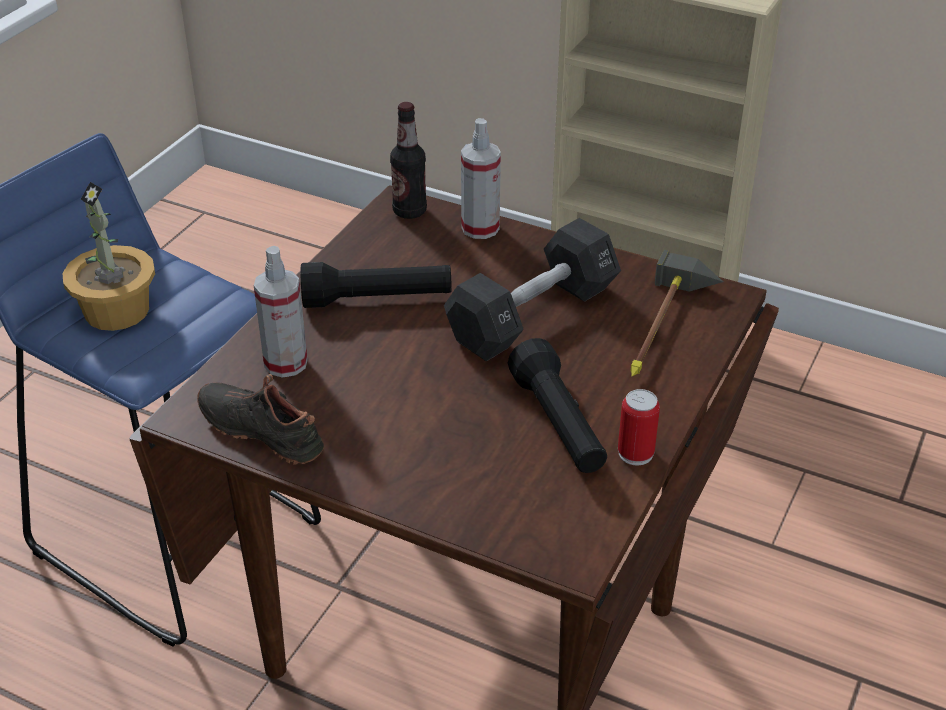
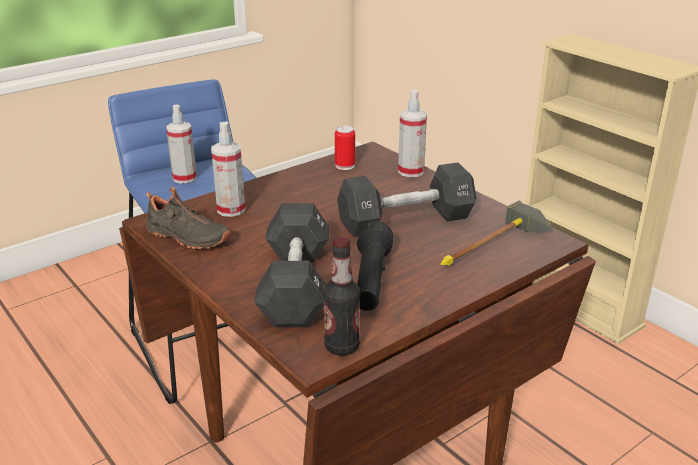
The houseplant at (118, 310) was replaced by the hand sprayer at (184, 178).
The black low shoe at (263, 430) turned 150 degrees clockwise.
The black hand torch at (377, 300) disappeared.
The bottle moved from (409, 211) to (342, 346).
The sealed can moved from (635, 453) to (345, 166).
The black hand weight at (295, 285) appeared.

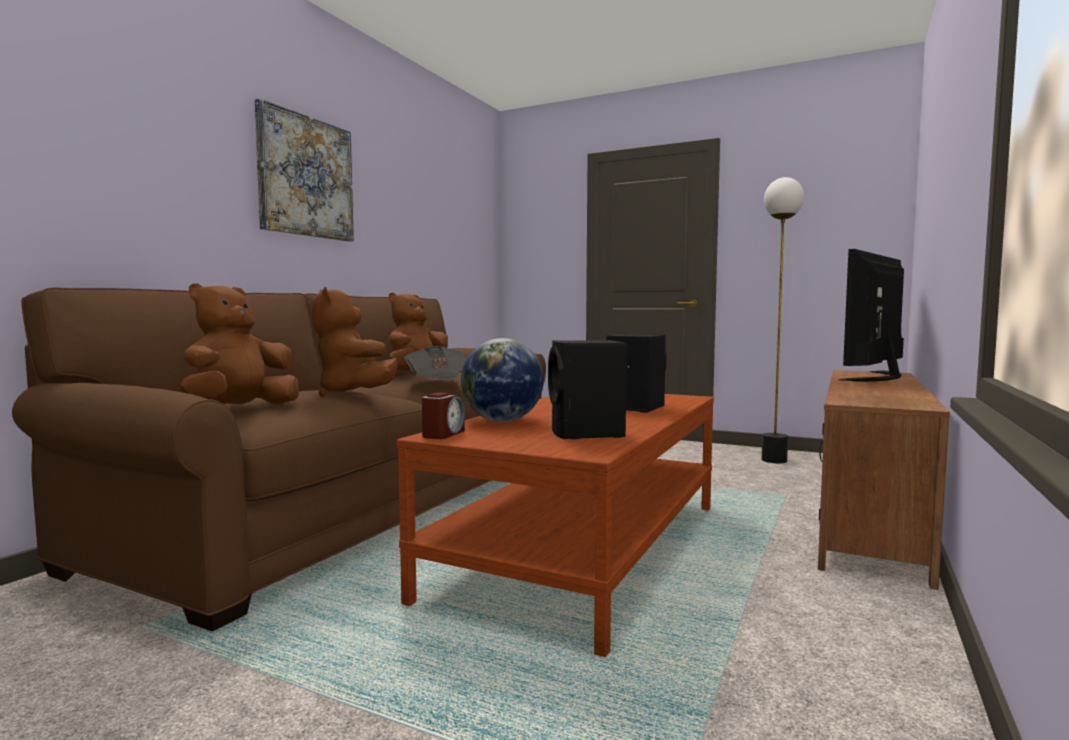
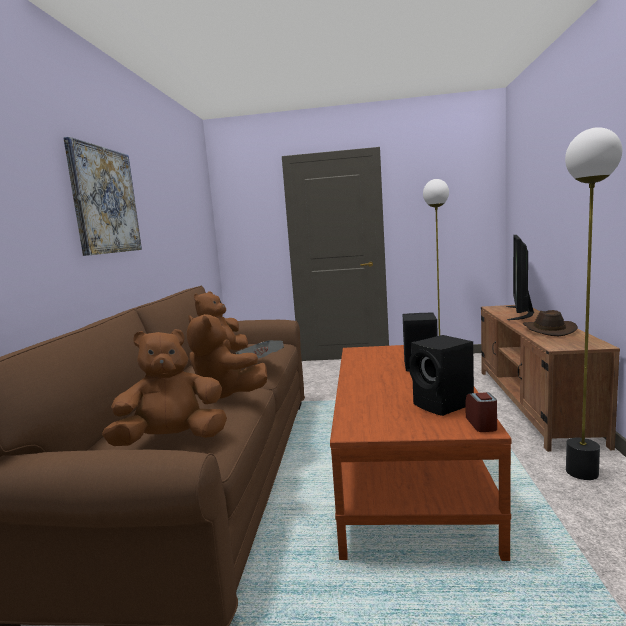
The brown plush toy at (239, 409) turned 60 degrees clockwise.
The bedside clock moved from (443, 434) to (481, 424).
The desk globe at (502, 421) disappeared.
The brown clothing hat at (547, 330) appeared.
The standing lamp at (581, 472) appeared.

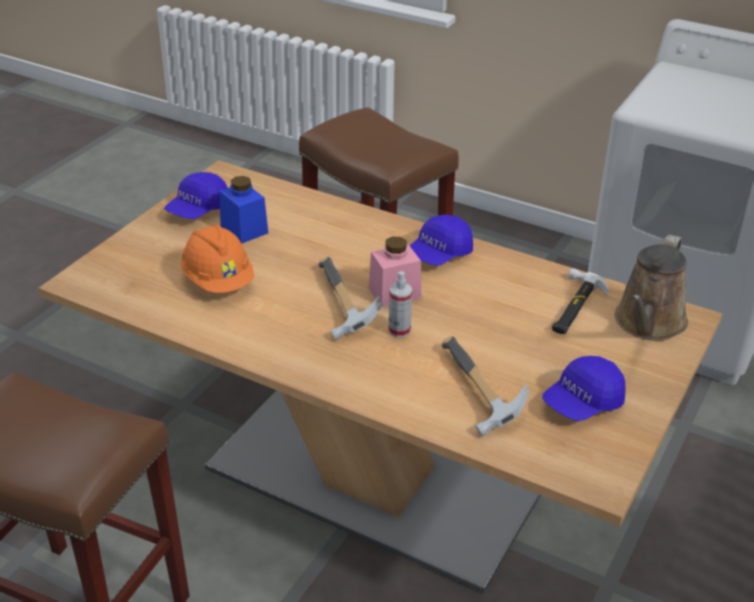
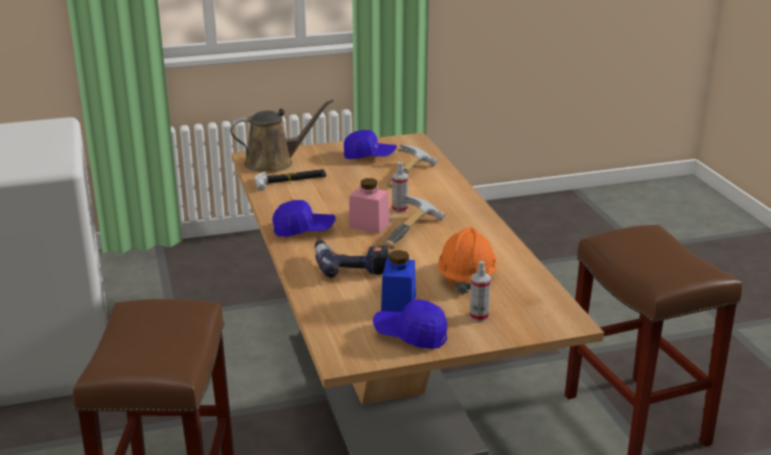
The blue-coloured peaked cap at (198, 210) turned 150 degrees counterclockwise.
The drill at (351, 266) appeared.
The hand sprayer at (479, 316) appeared.

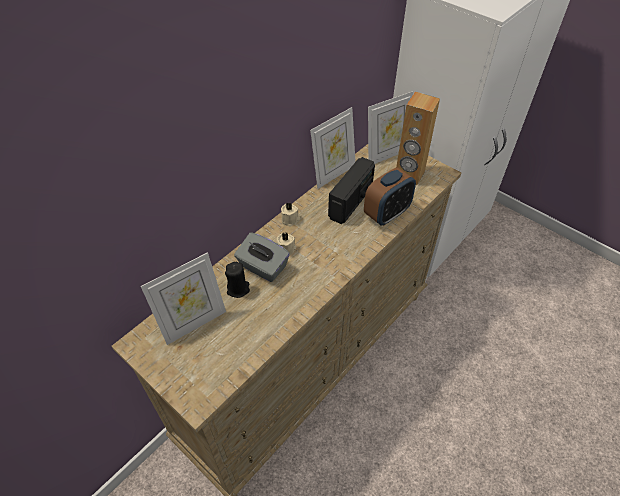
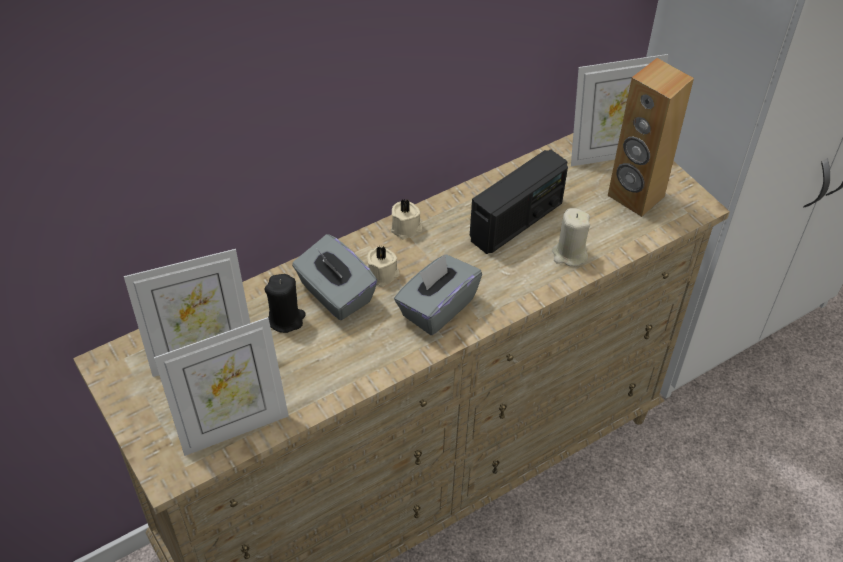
The standing frame moved from (333, 174) to (233, 426).
The bedside clock at (387, 214) was replaced by the beige-coloured wax light at (569, 254).
The grey box of tissues at (436, 308) appeared.

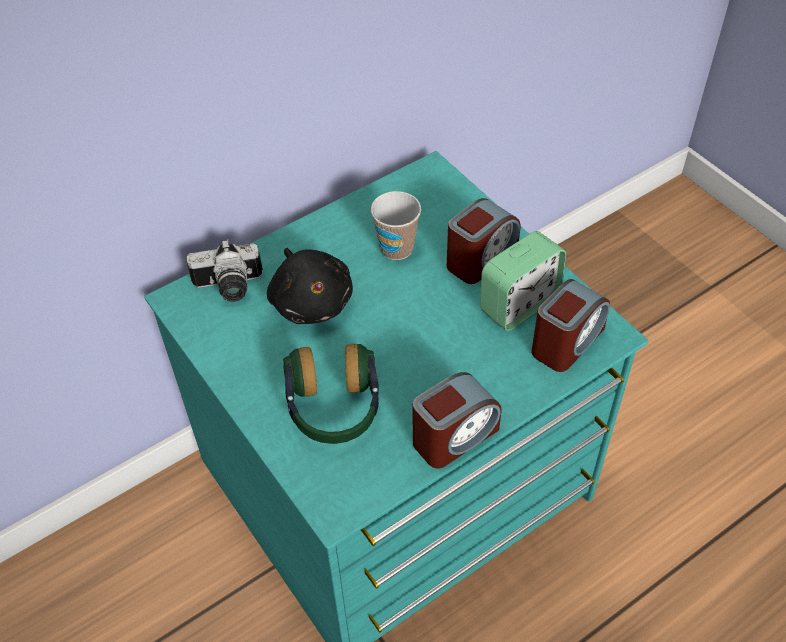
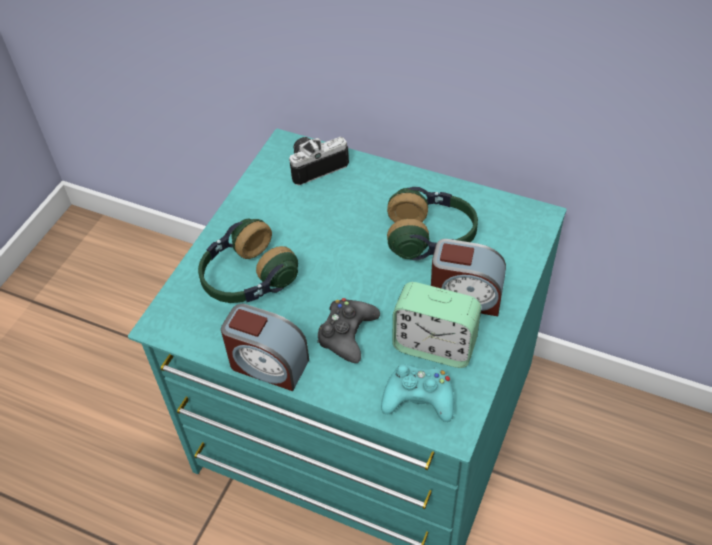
The photo camera at (229, 288) turned 105 degrees clockwise.
The black plush toy at (311, 301) disappeared.
The cup at (396, 248) was replaced by the headset at (431, 237).
The bedside clock at (566, 341) was replaced by the blue-green joypad at (419, 398).
The black joypad at (347, 334) appeared.

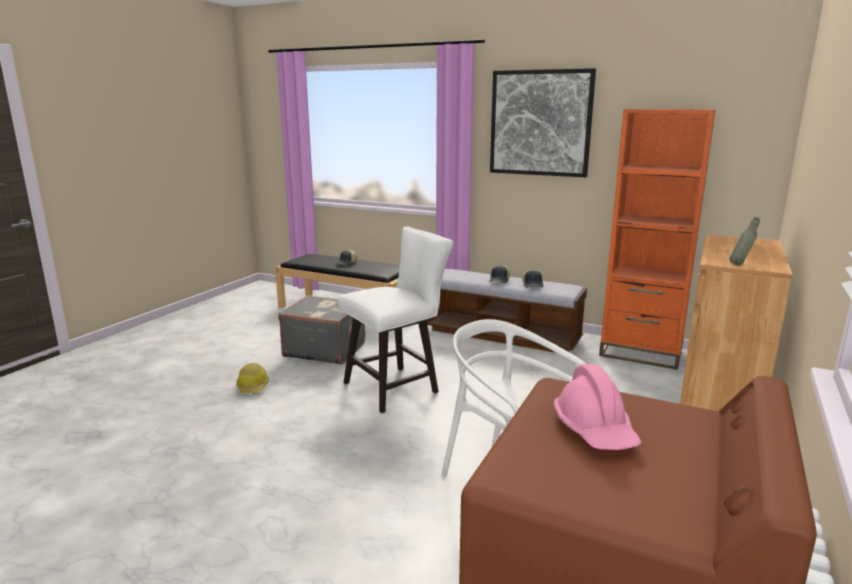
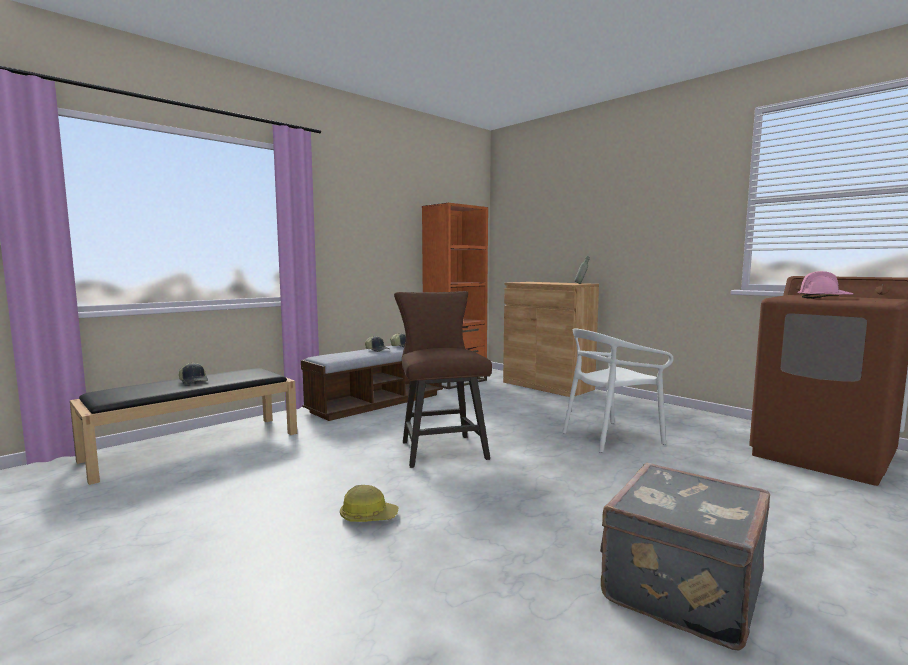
The grey piece of luggage moved from (325, 350) to (679, 587).
The white-coloured sitting stool at (397, 386) became the brown sitting stool at (440, 448).
The wall picture at (540, 123) disappeared.

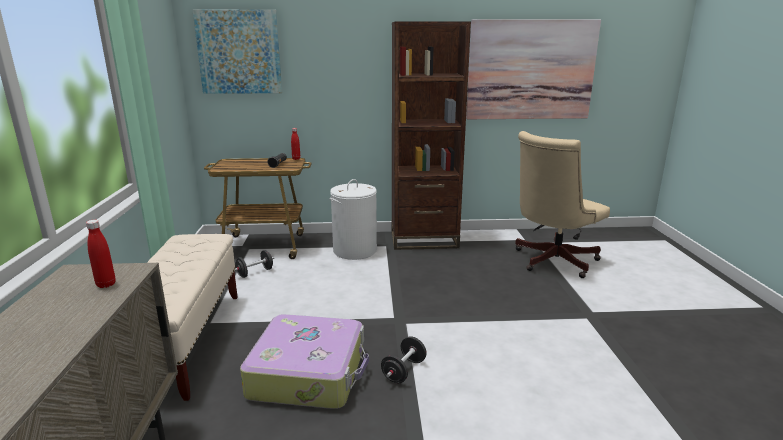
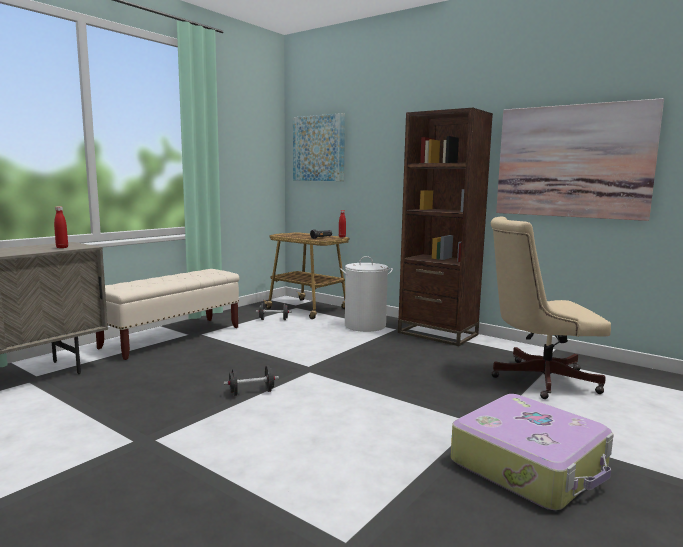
The piece of luggage moved from (309, 373) to (530, 465).

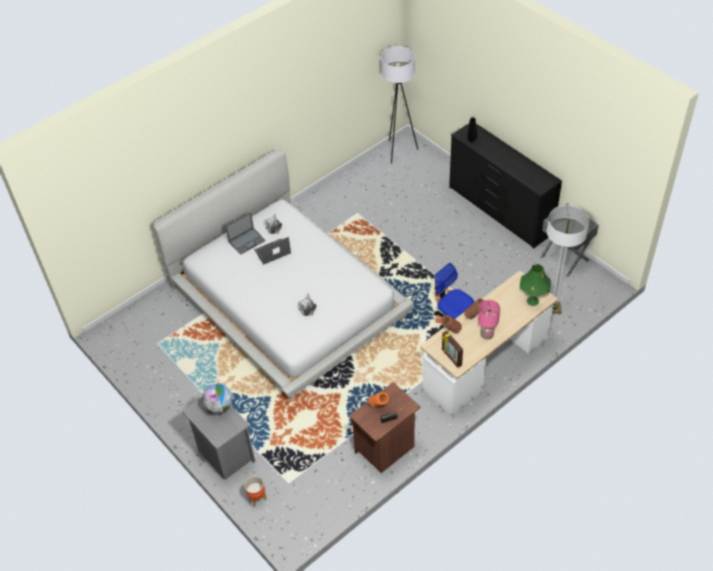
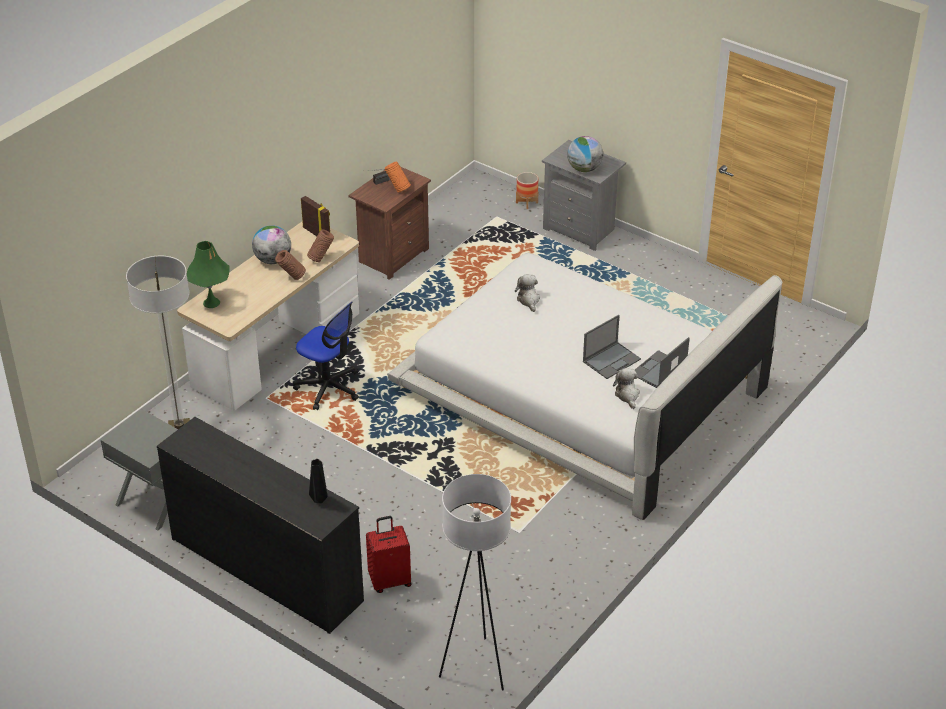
The pinkish tabletop lamp at (487, 335) was replaced by the desk globe at (273, 260).
The red-coloured piece of luggage at (390, 580) appeared.

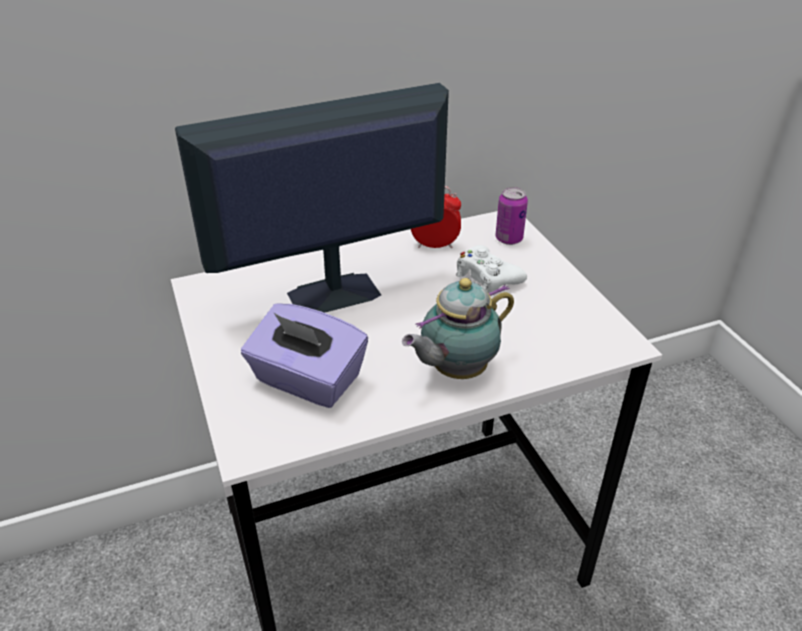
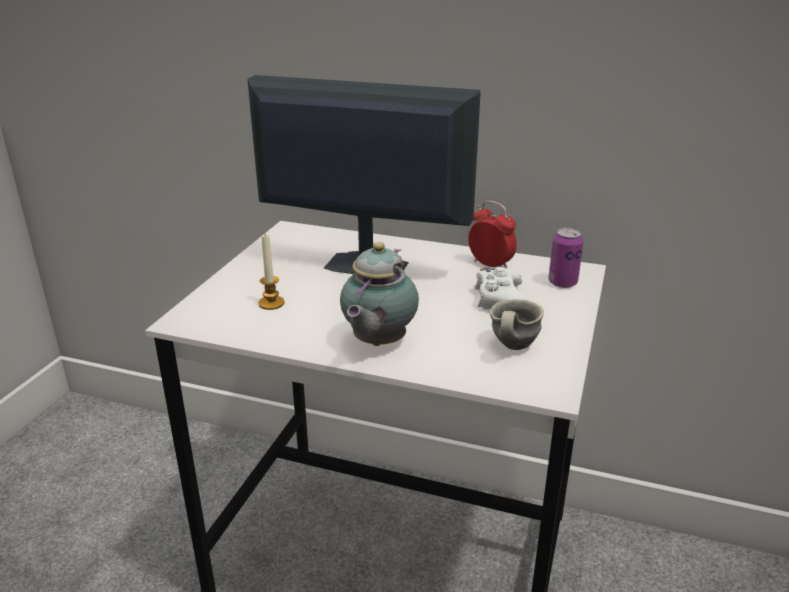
The purplish box of tissues at (307, 380) was replaced by the wax light at (271, 303).
The tea pot at (455, 371) turned 75 degrees counterclockwise.
The grey mug at (510, 347) appeared.

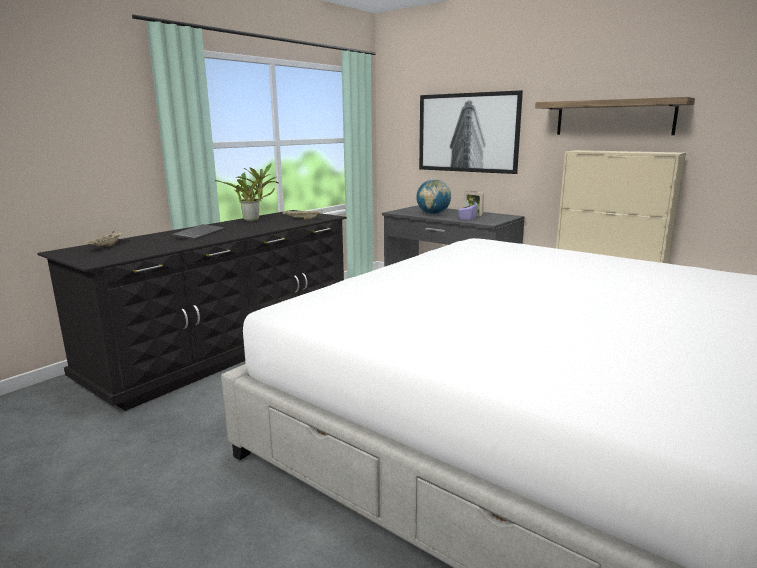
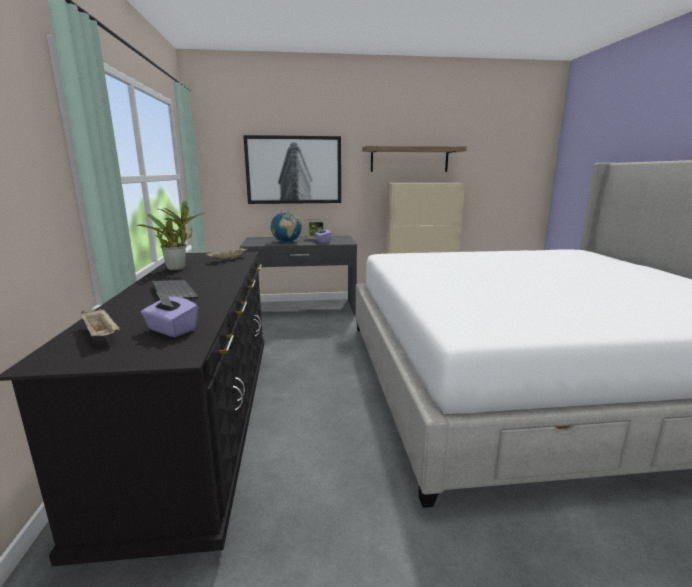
The purplish box of tissues at (171, 330) appeared.

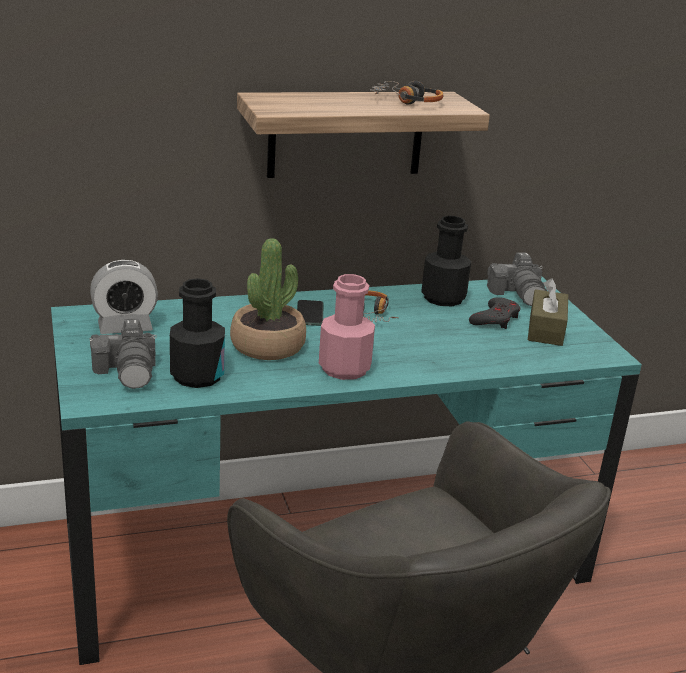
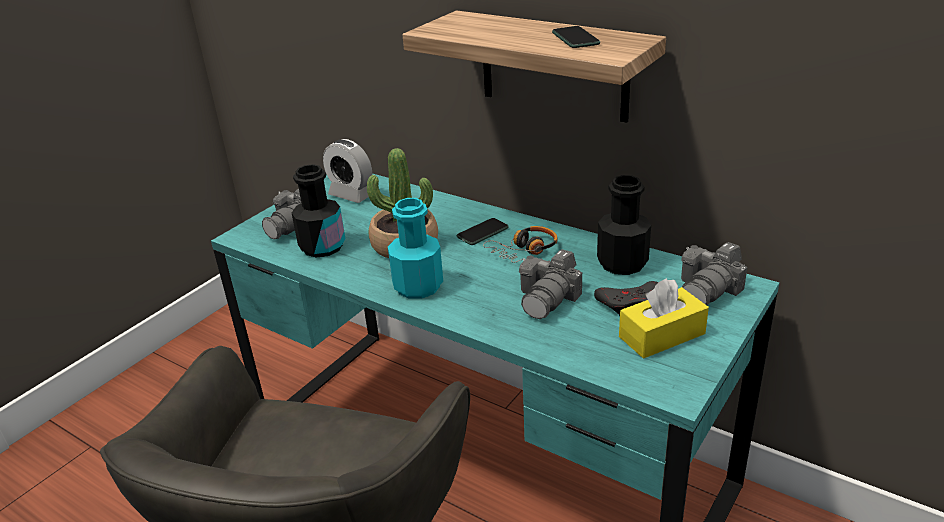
The pinkish bottle at (344, 368) became the blue-green bottle at (418, 286).
The headset at (406, 101) was replaced by the telephone at (575, 38).
The brown box of tissues at (546, 329) became the yellow-coloured box of tissues at (662, 335).
The photo camera at (548, 299) appeared.

